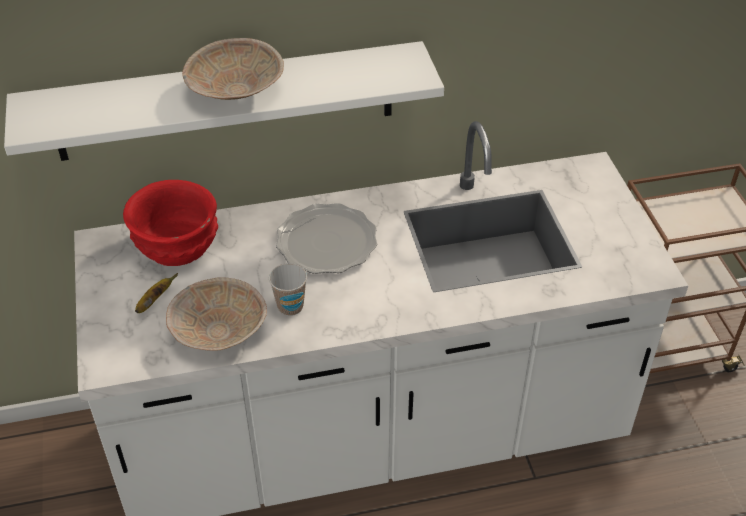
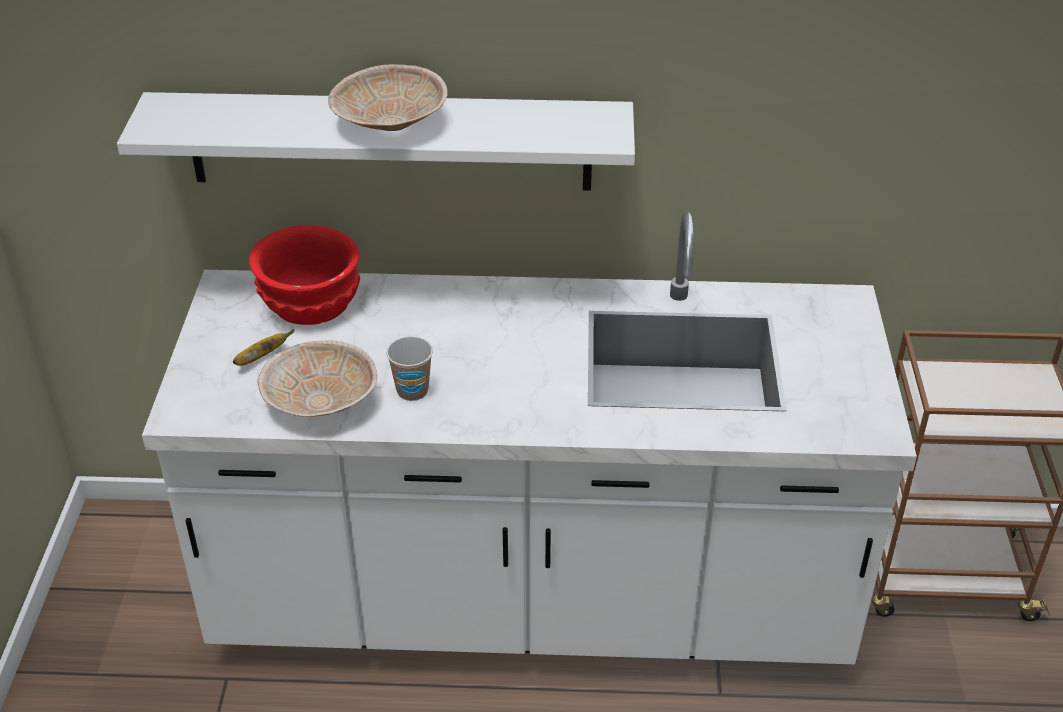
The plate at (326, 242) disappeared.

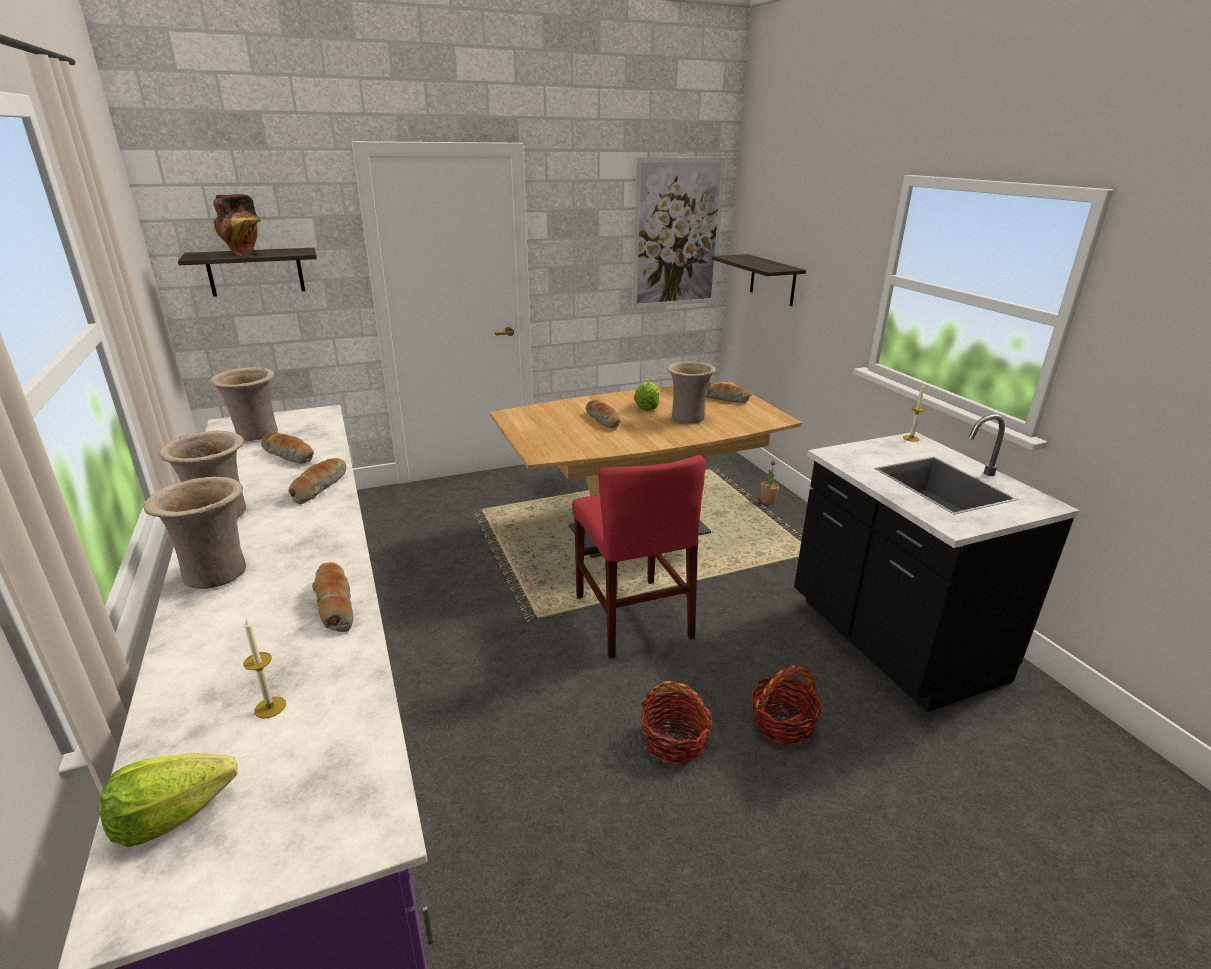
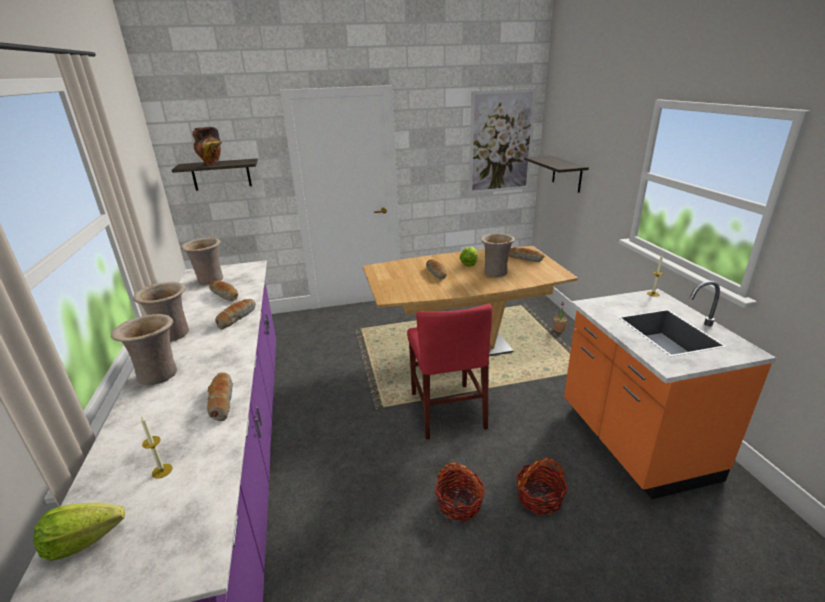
The black kitchen counter at (891, 641) became the orange kitchen counter at (633, 441).

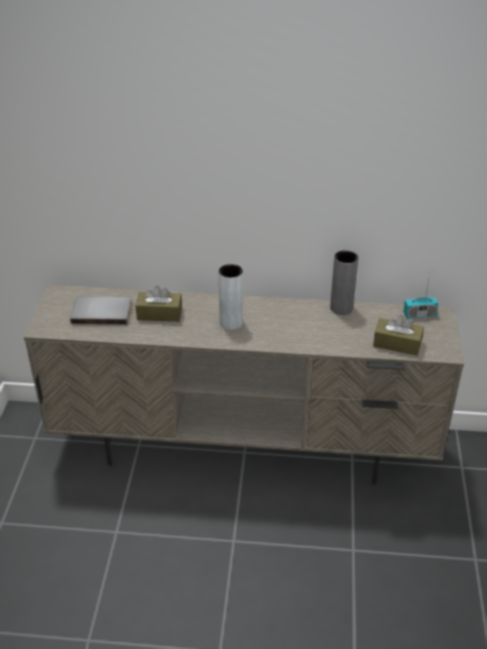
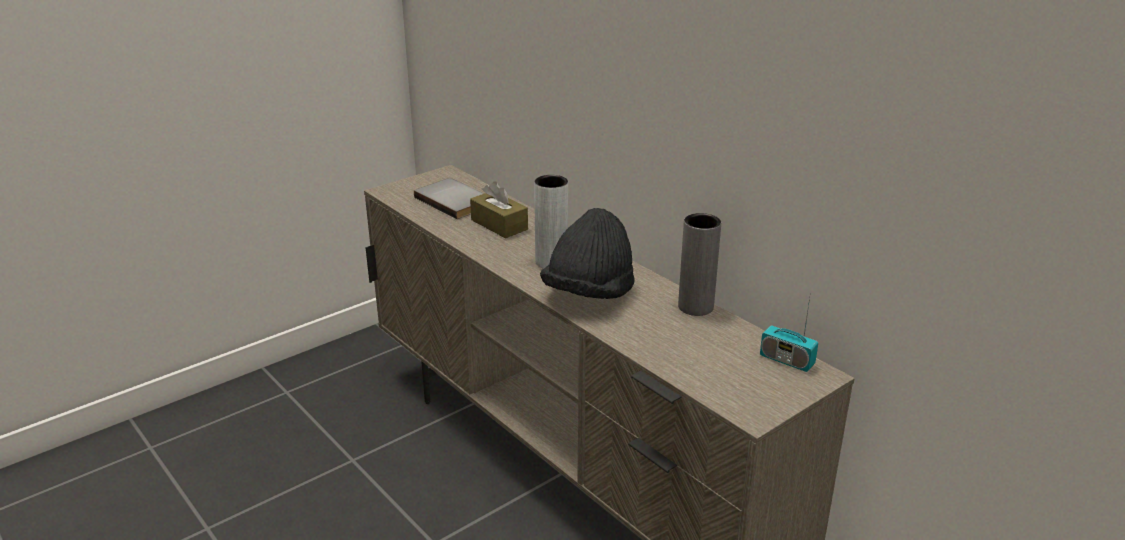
The brown box of tissues at (397, 344) disappeared.
The black clothing hat at (589, 293) appeared.

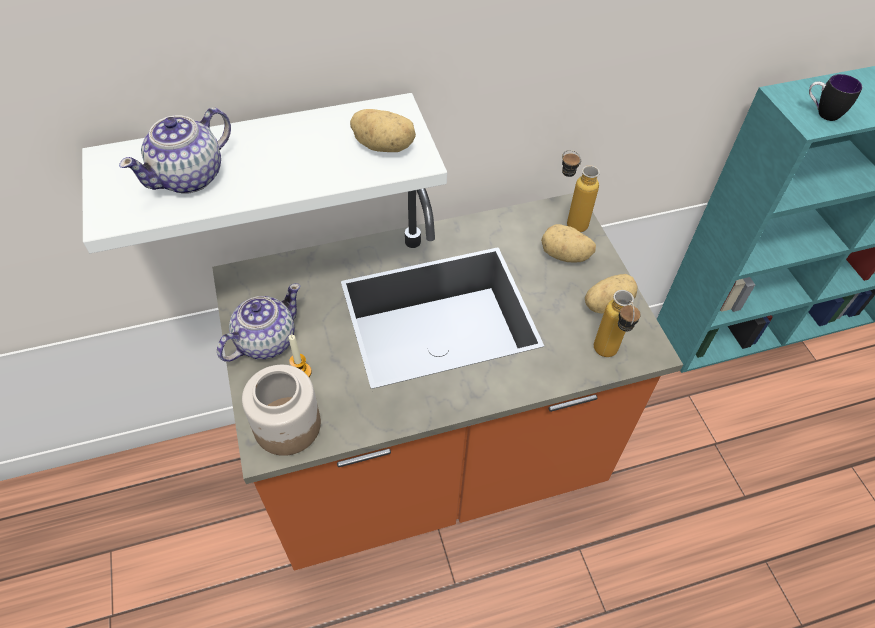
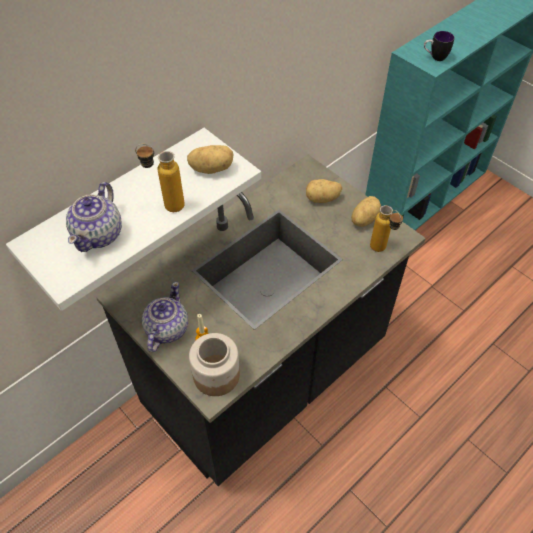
The orange kitchen counter at (433, 462) became the black kitchen counter at (266, 375).
The bottle moved from (568, 222) to (166, 205).

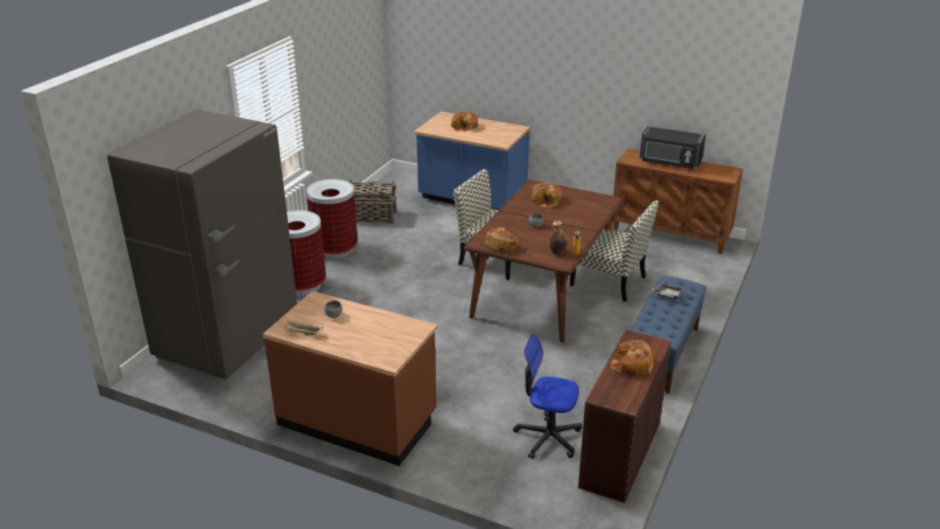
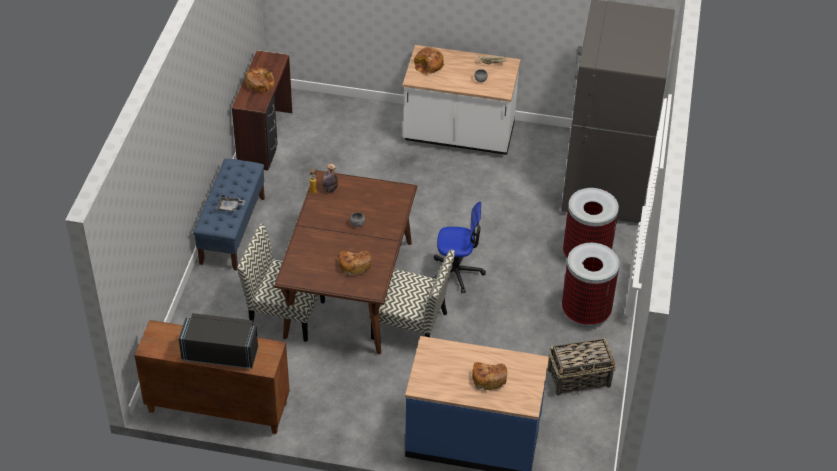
The brown kitchen counter at (358, 420) became the white-coloured kitchen counter at (459, 135).
The baked bread moved from (502, 244) to (428, 65).
The office chair moved from (548, 437) to (457, 272).

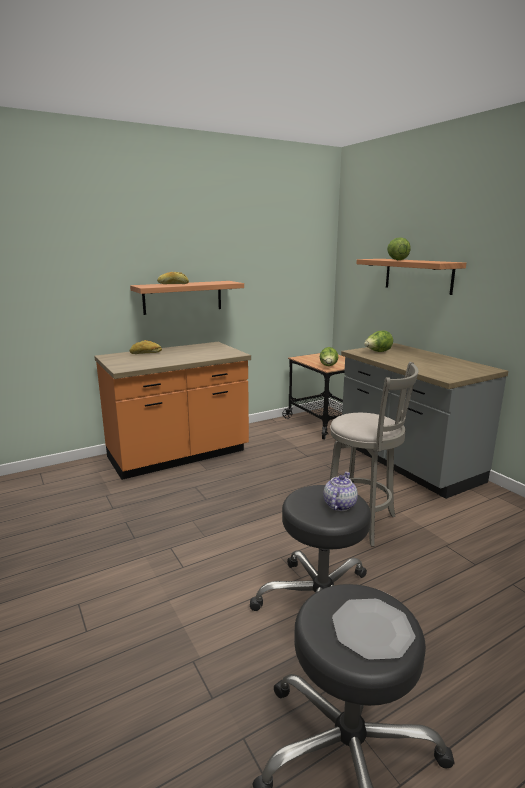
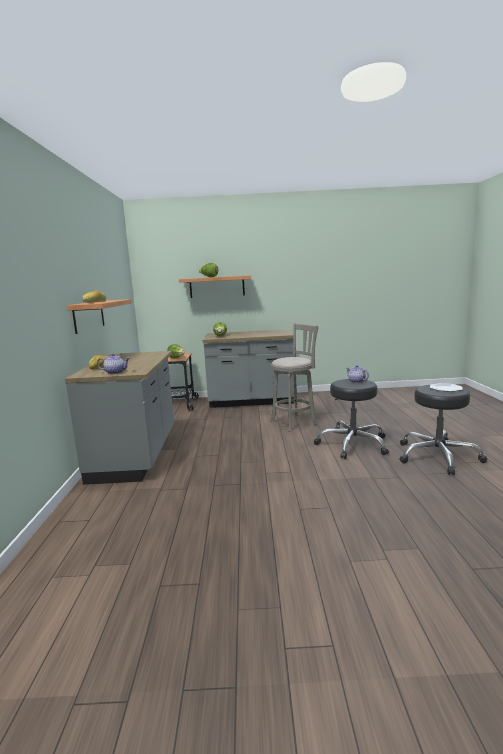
The orange kitchen counter at (178, 456) became the grey kitchen counter at (137, 455).
The tea pot at (115, 372) appeared.

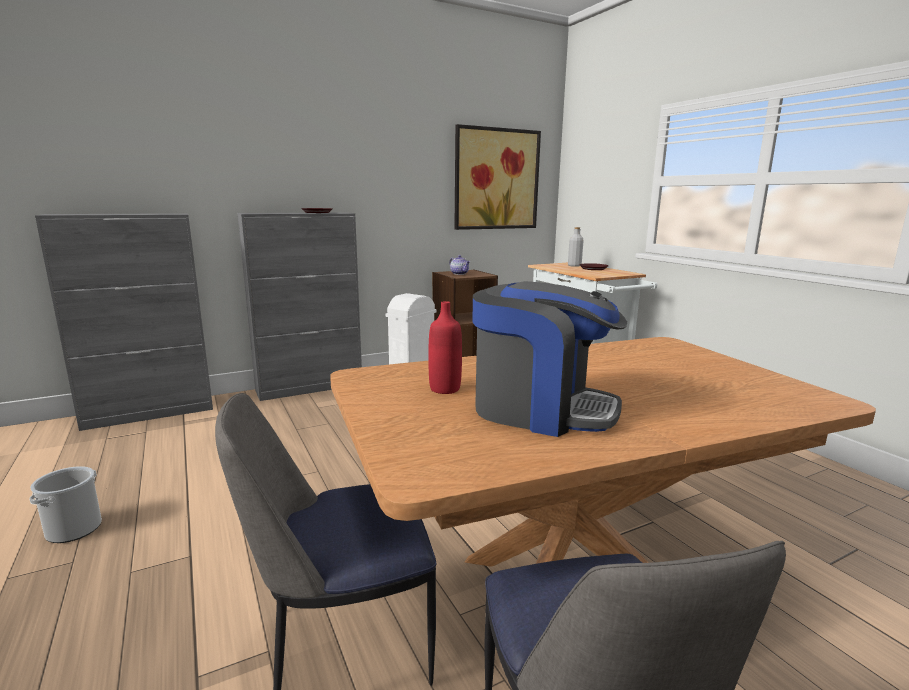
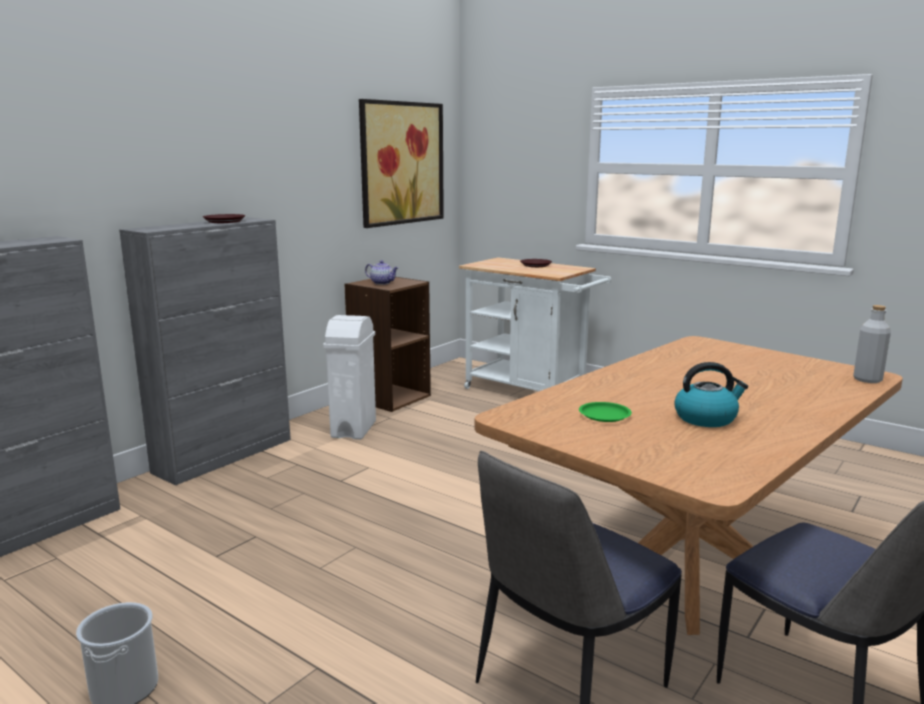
The red-coloured bottle at (445, 389) was replaced by the greenish plate at (605, 415).
The coffee machine at (541, 409) was replaced by the kettle at (706, 418).
The grey bottle moved from (574, 265) to (867, 379).

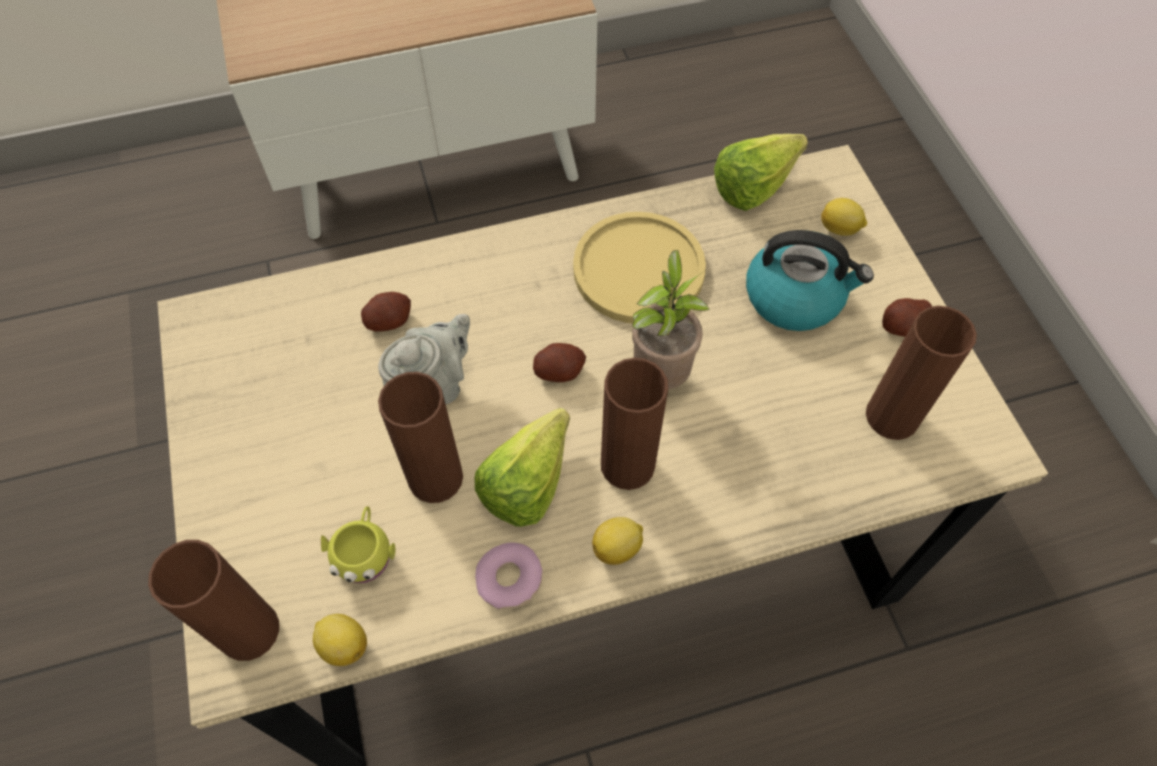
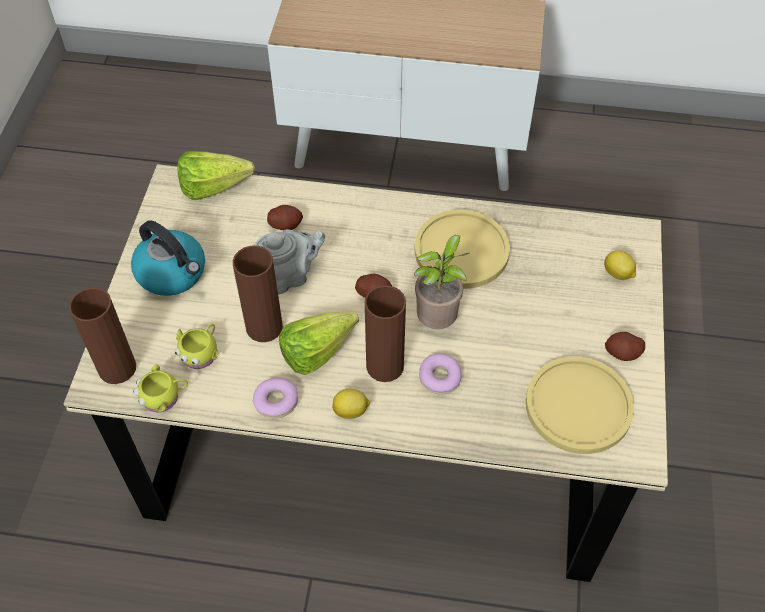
The whole lemon at (343, 644) was replaced by the yellow-coloured mug at (164, 397).
The lettuce head moved from (761, 185) to (220, 188).
The kettle moved from (795, 297) to (173, 273).
The brown vase at (892, 416) was replaced by the yellow-coloured plate at (578, 406).
The ring doughnut at (440, 378) appeared.

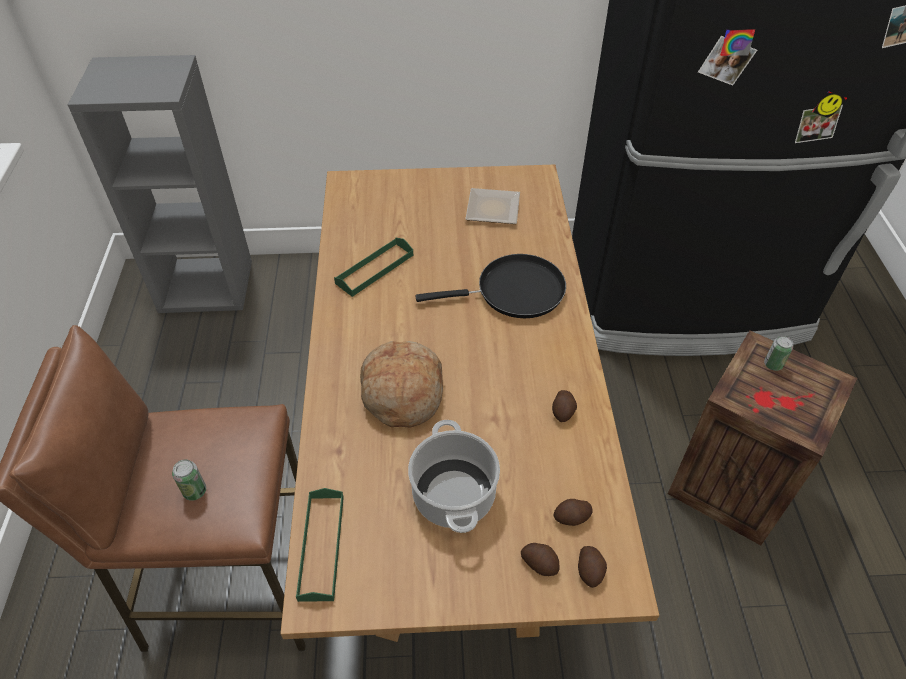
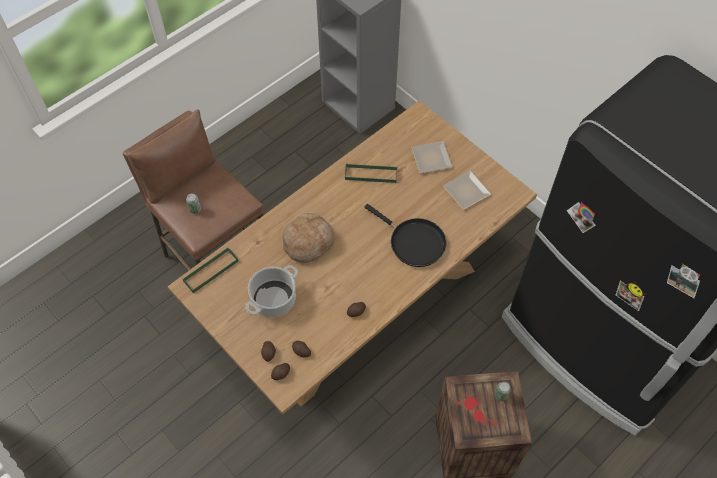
The plate at (432, 157) appeared.

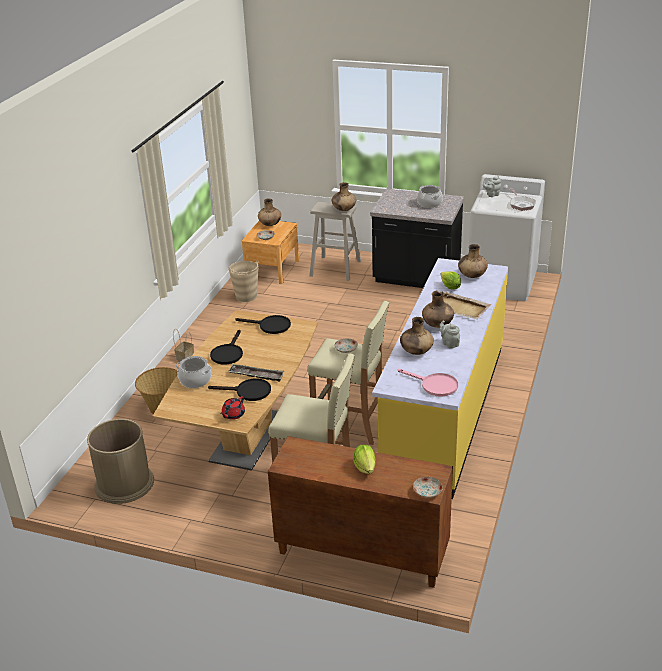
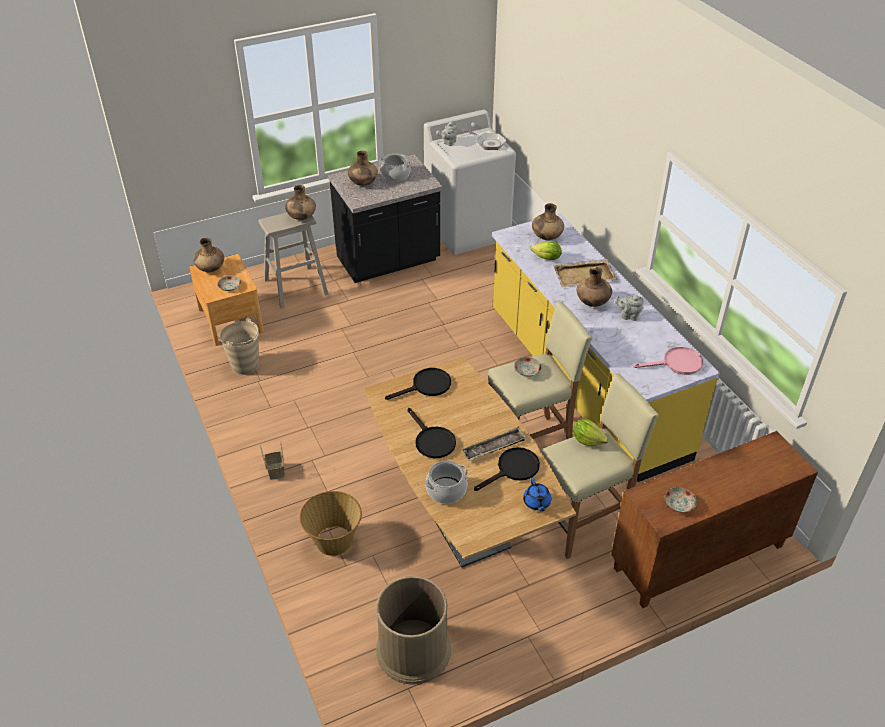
The red-coloured tea pot at (233, 415) became the blue-coloured tea pot at (536, 502).
The lettuce head moved from (365, 467) to (587, 440).
The brown vase moved from (416, 352) to (363, 183).
The plate moved from (427, 492) to (679, 504).

